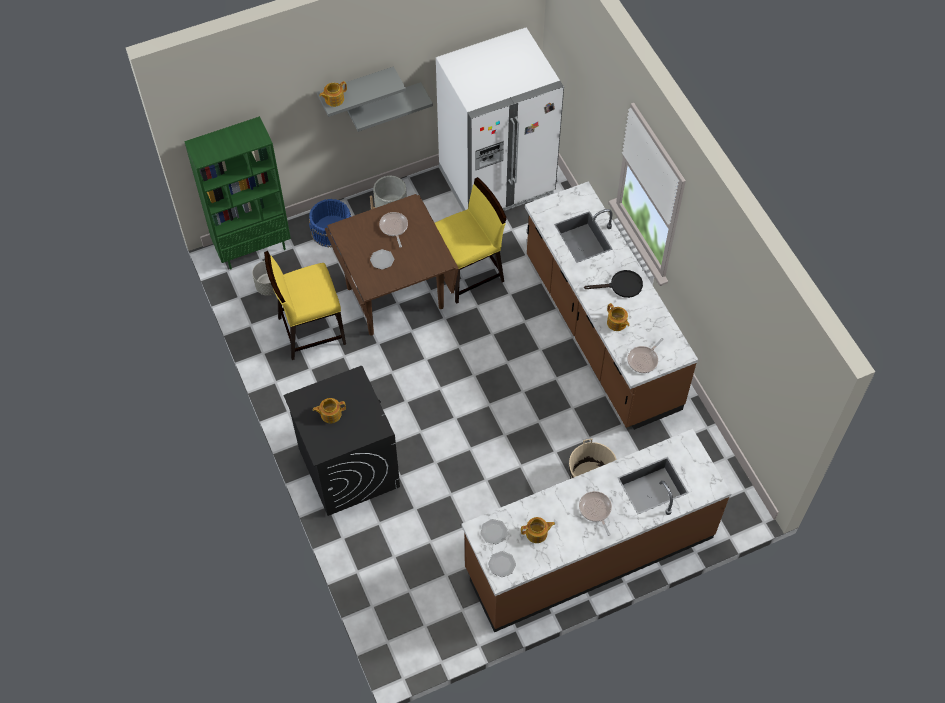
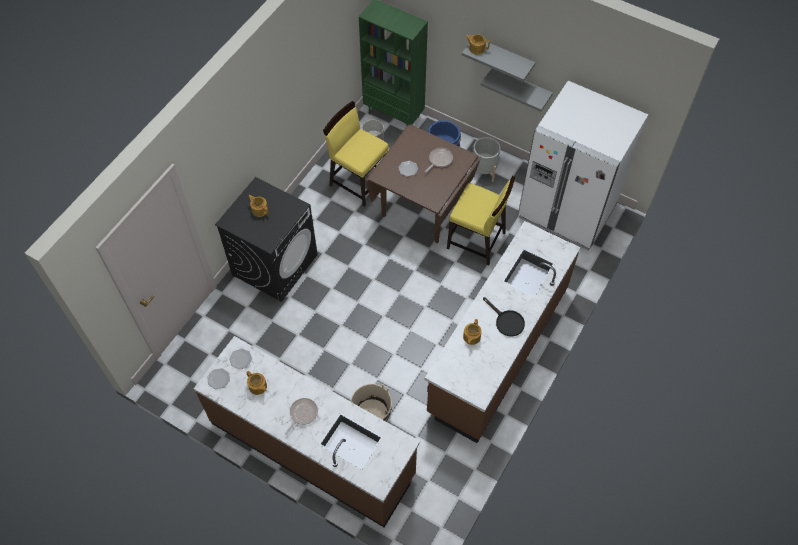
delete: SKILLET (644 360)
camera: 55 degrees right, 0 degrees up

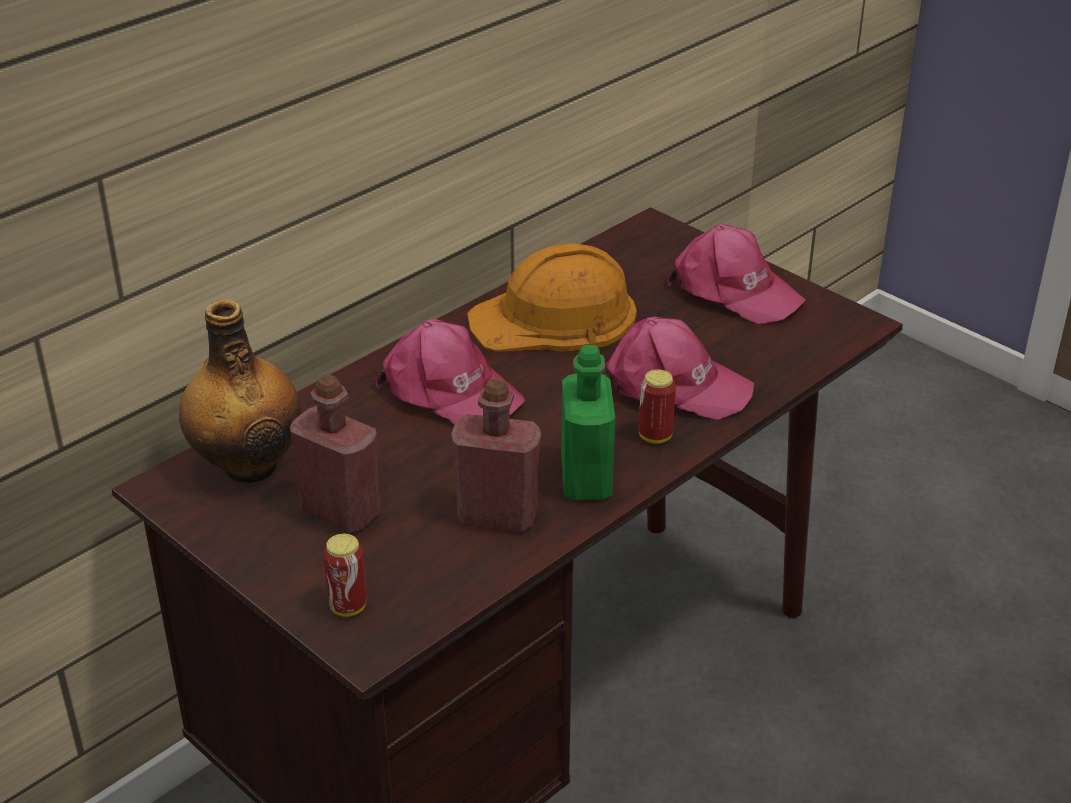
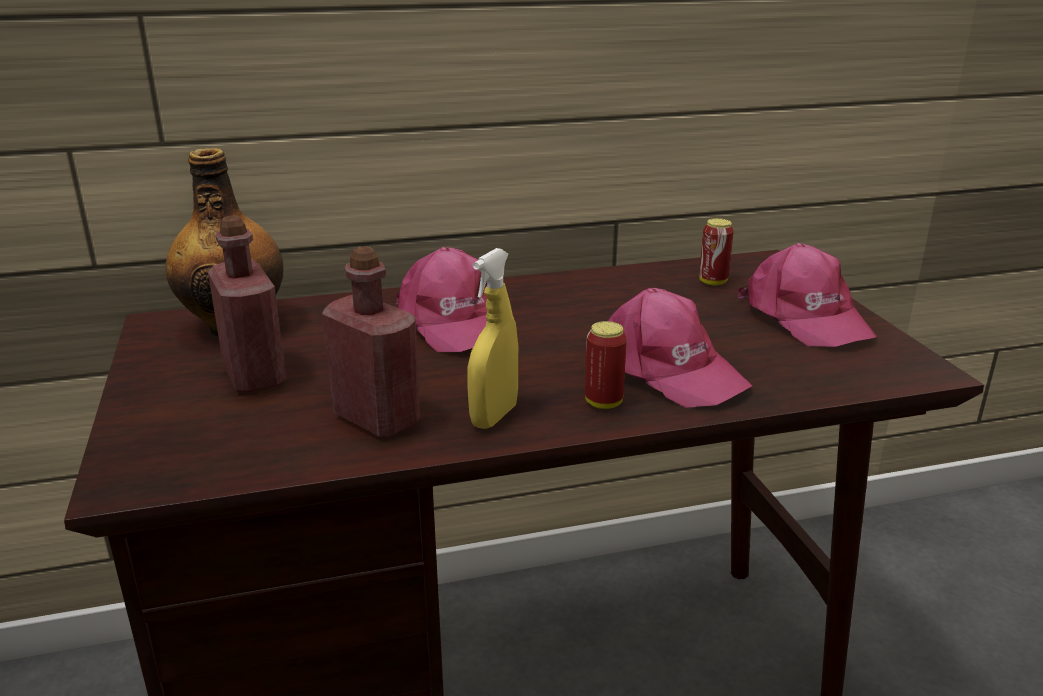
delete: ORANGEY WORK HELMET (555 317)
move: METAL CAN (348 606) to (713 282)
replace: GREEN BOTTLE (586 479) to YELLOWISH SPRAYER (494 416)
camera: 30 degrees right, 10 degrees down

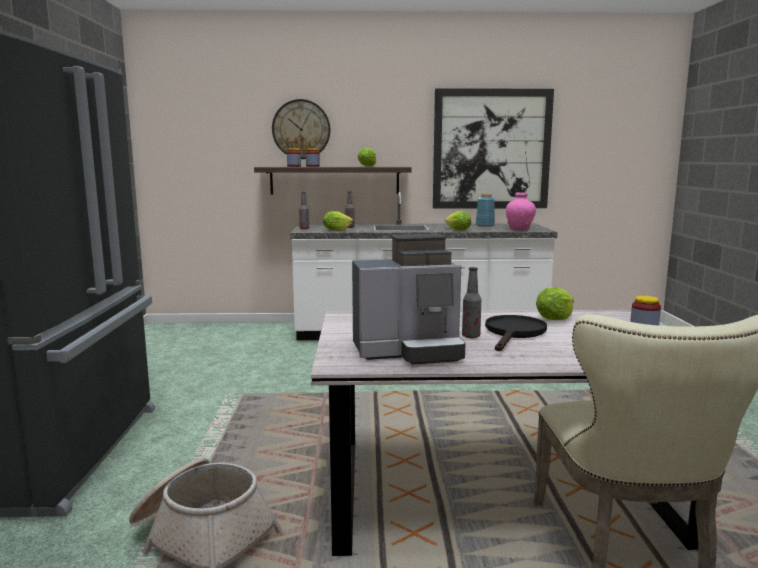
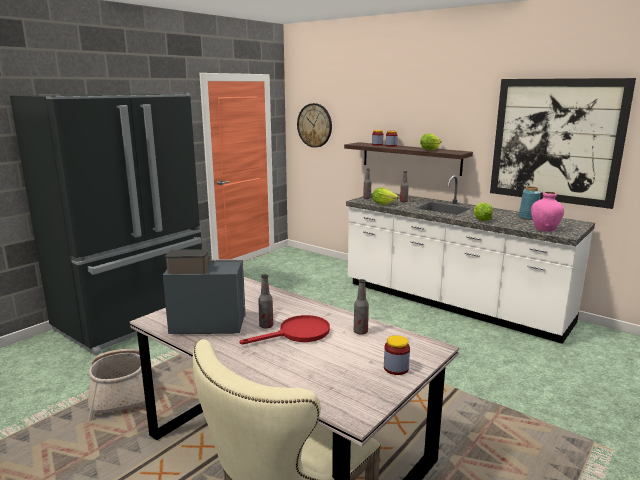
move: WALL CLOCK (301 129) to (314 125)
replace: LETTUCE (554 319) to BOTTLE (360 332)
recolor: BLACK-COLOURED SKILLET (514 333) to RED SKILLET (298 334)
rotate: COFFEE BREWER (409 351) = (205 324) 150 degrees clockwise
camera: 40 degrees right, 5 degrees up

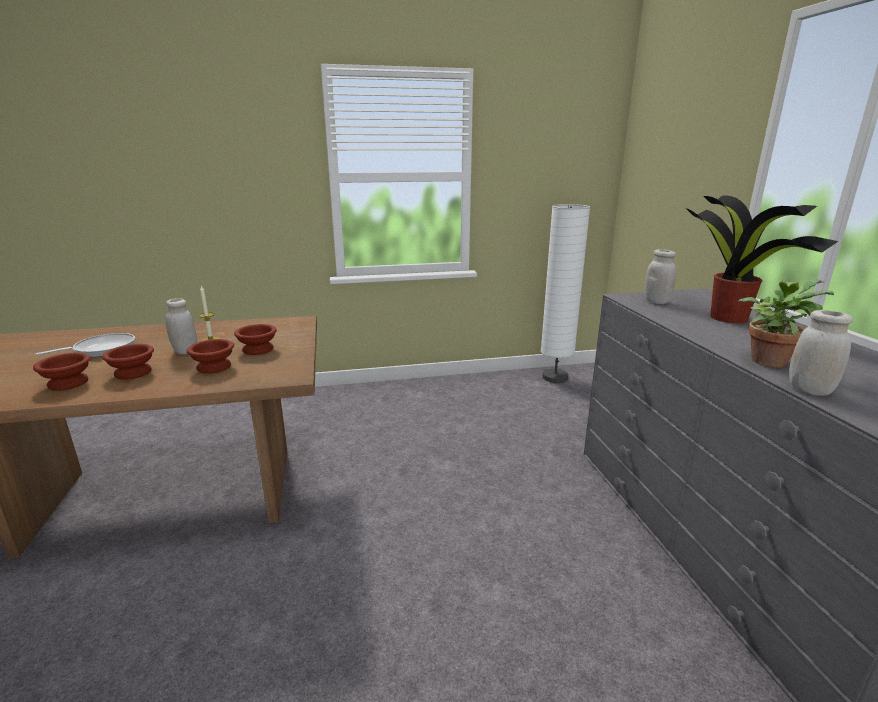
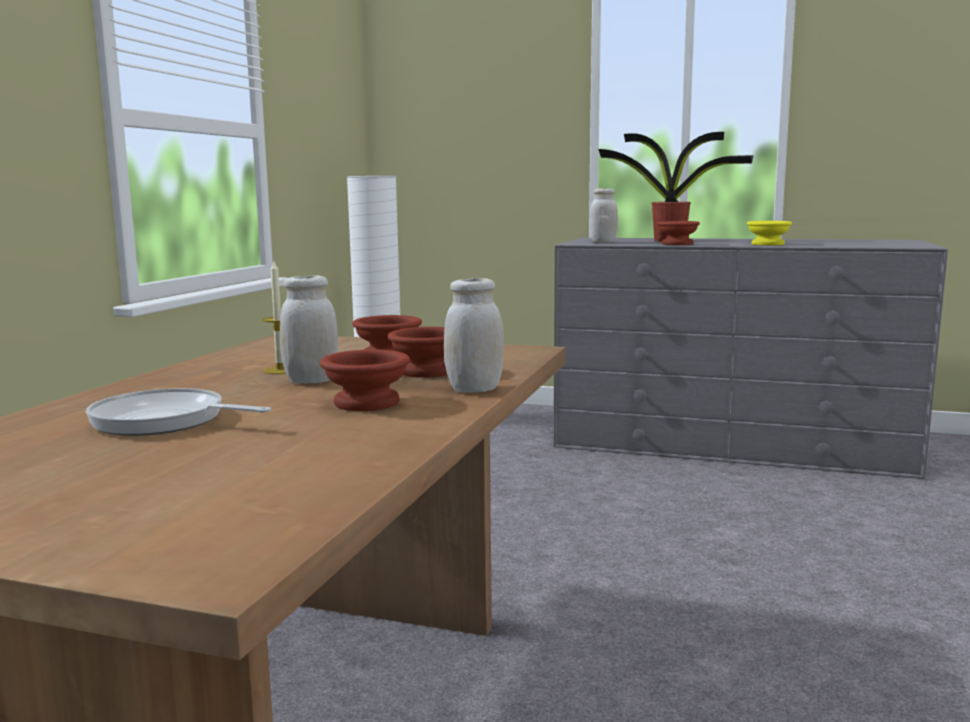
move: WHITE-COLOURED STORAGE JAR (809 390) to (474 389); BROWN BOWL (66 383) to (677 244)
replace: PLANT IN A POT (769 360) to YELLOWISH BOWL (768 244)
rotate: SKILLET (101 349) = (165 421) 60 degrees counterclockwise
camera: 60 degrees left, 10 degrees down

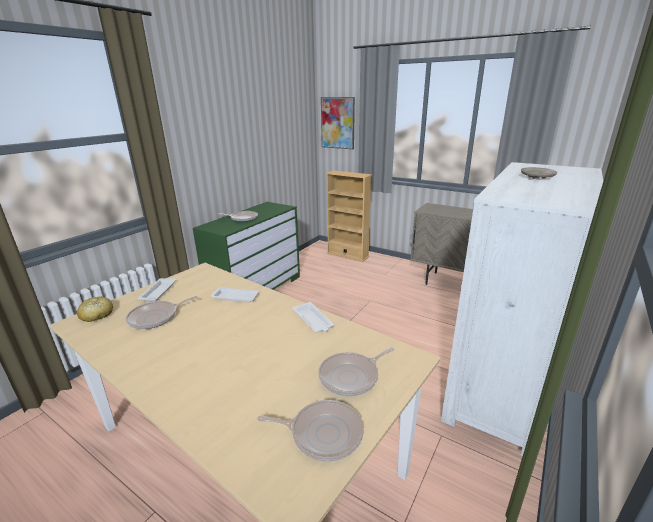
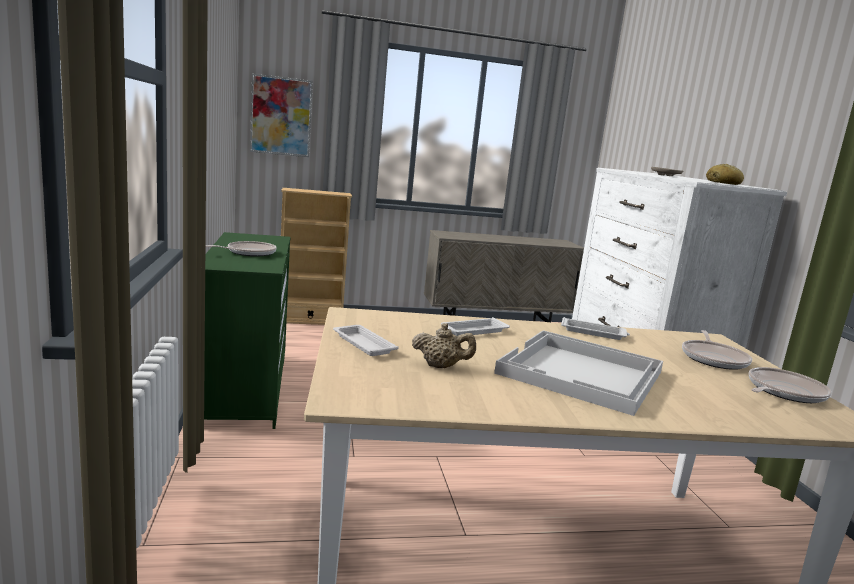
insert: WHITE-COLOURED CARRYING TRAY (581 373)
move: BAKERY BREAD (97 315) to (723 183)
replace: SKILLET (156 317) to SAND-COLOURED TEA POT (441 366)
camera: 45 degrees left, 10 degrees down

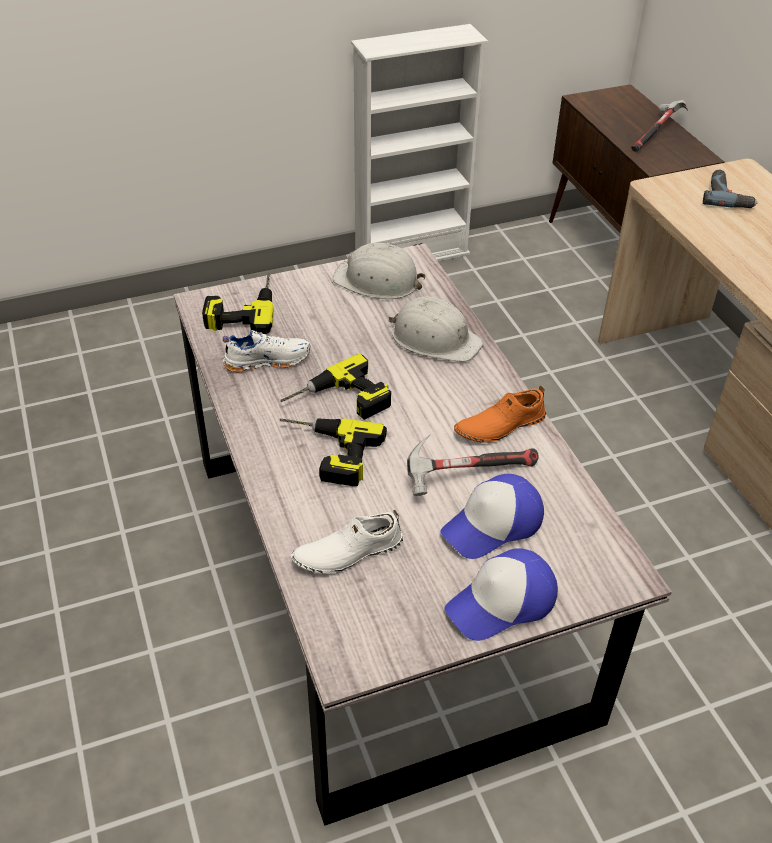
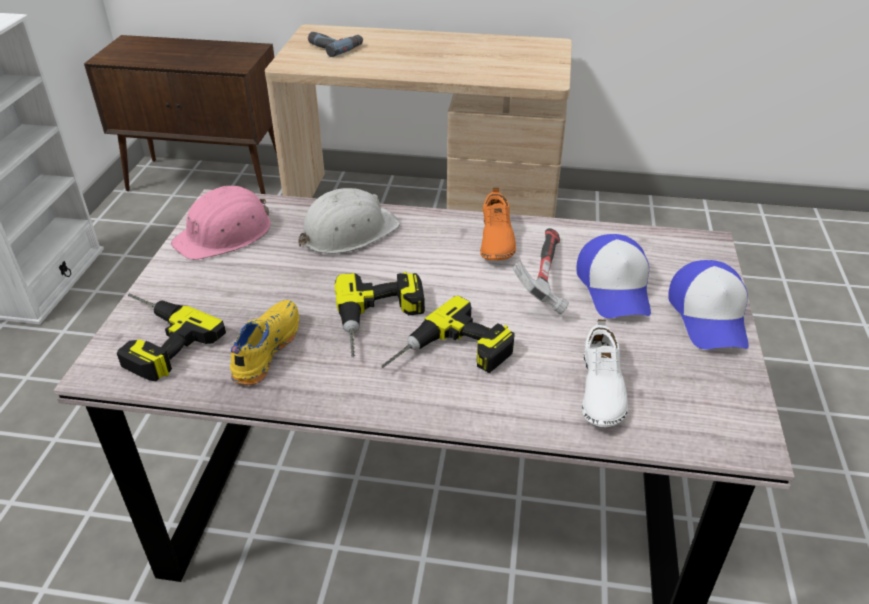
delete: TOOL HAMMER (656 134)
recolor: WHITE-COLOURED WORK HELMET (377 281) to PINKISH WORK HELMET (225 234); WHITE-COLOURED LOW SHOE (267 360) to YELLOWISH LOW SHOE (265 350)
camera: 60 degrees left, 5 degrees down

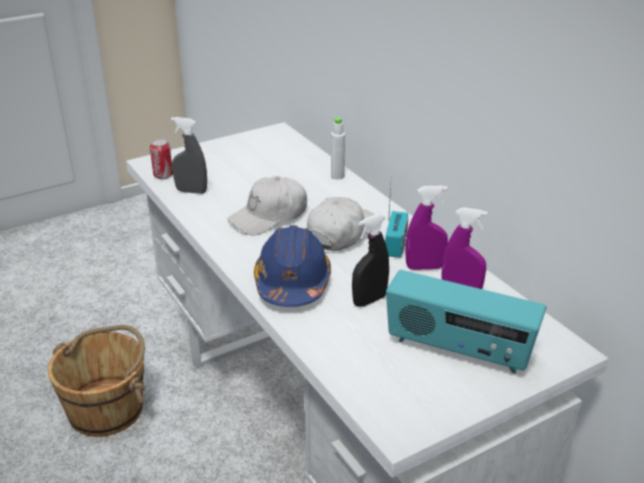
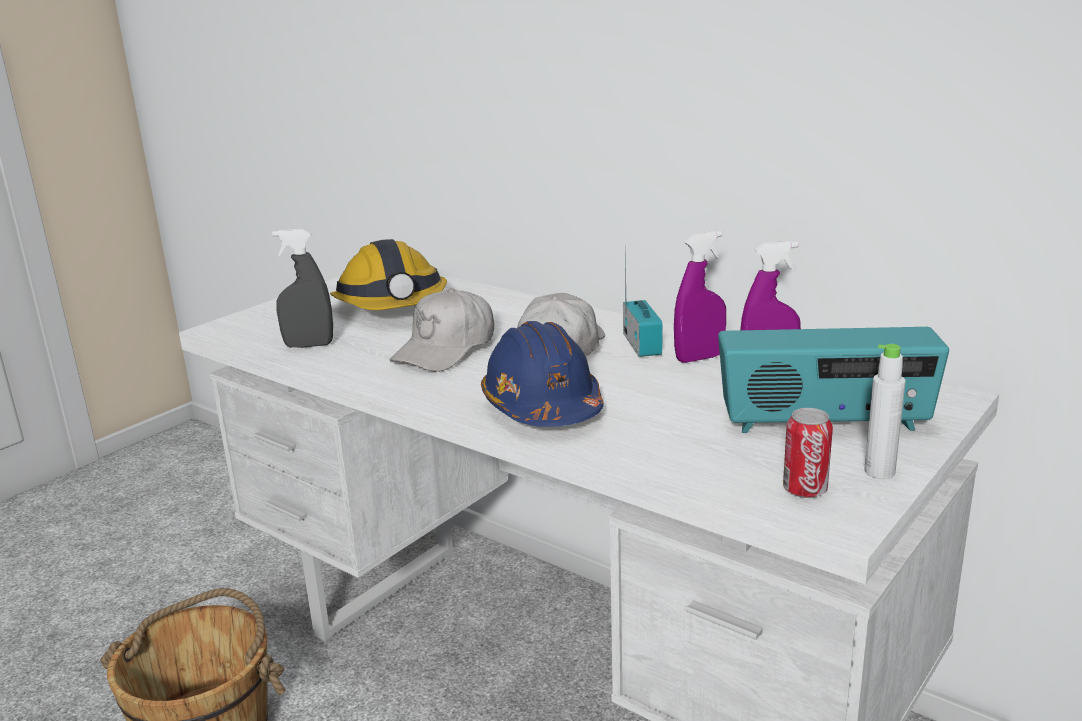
delete: BLACK-COLOURED SPRAYER (369 300)
insert: WORK HELMET (393 306)
move: WHITE-COLOURED BOTTLE (337 176) to (879 472); METAL CAN (163 176) to (805 490)
camera: 20 degrees left, 10 degrees down

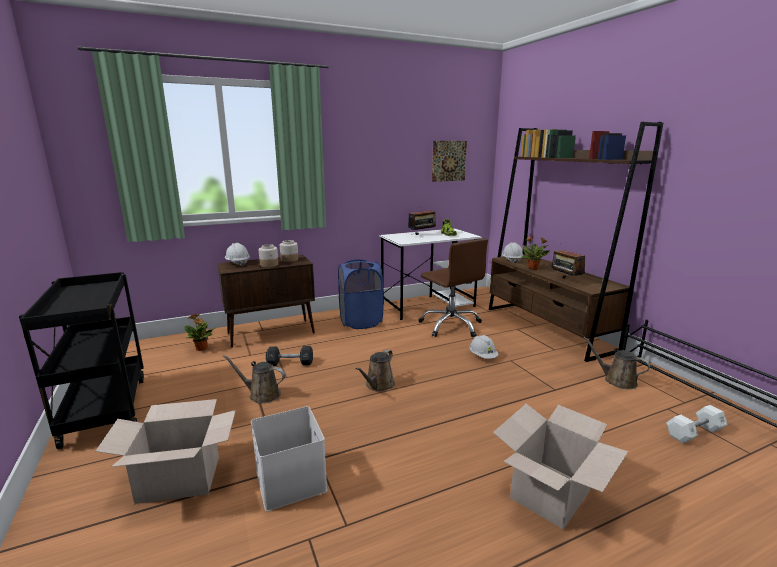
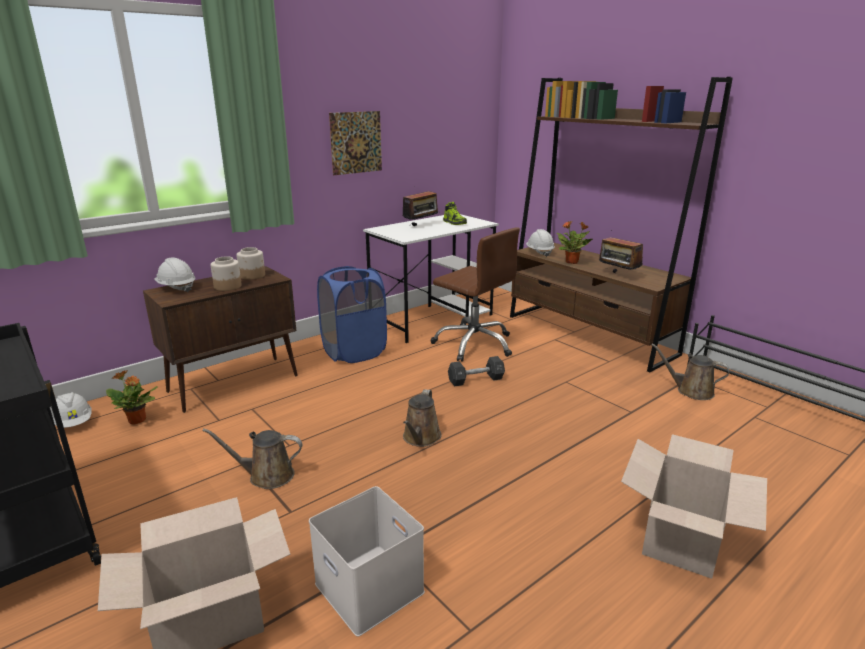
delete: WHITE-COLOURED DUMBBELL (694 433)
move: WALL PICTURE (449 161) to (356 142); WHITE-COLOURED WORK HELMET (483 356) to (74 423); BLACK-COLOURED DUMBBELL (290 363) to (476 380)
camera: 15 degrees left, 5 degrees up

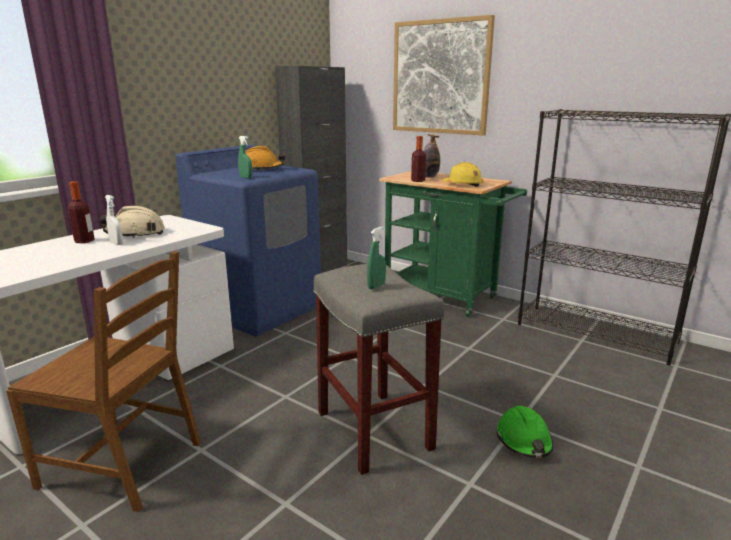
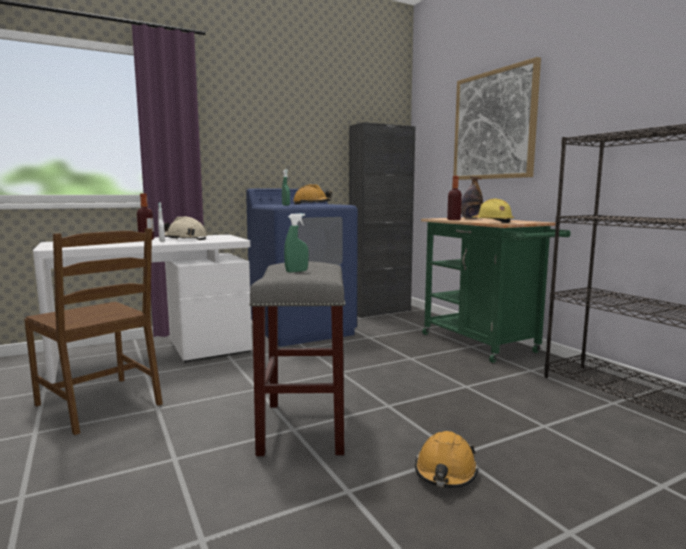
recolor: GREEN WORK HELMET (524 441) to ORANGEY WORK HELMET (445 472)
camera: 25 degrees right, 10 degrees down

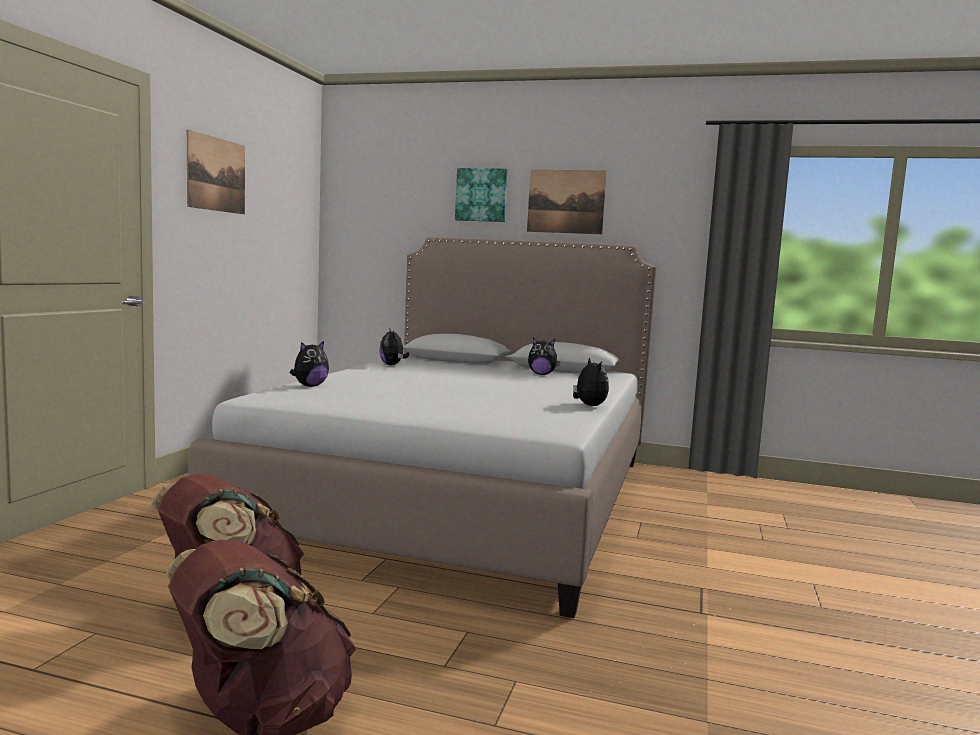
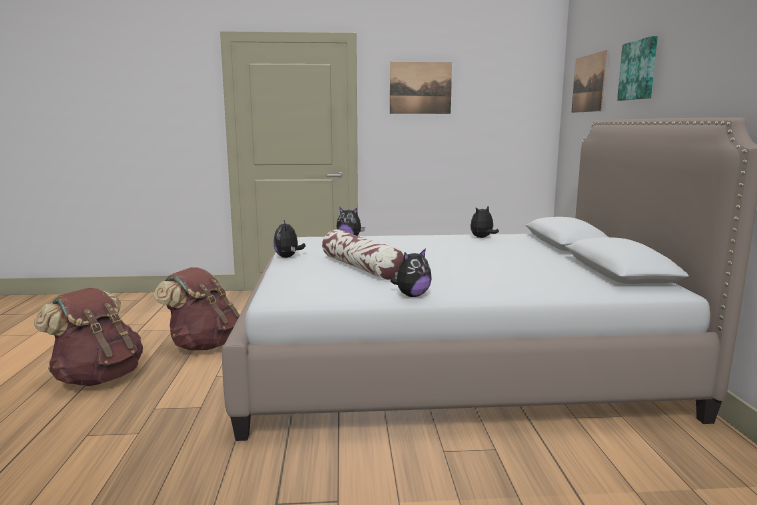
insert: CUSHION (361 268)
move: WALL PICTURE (566 201) to (588 83); SOFT TOY (542 374) to (288 257)
camera: 70 degrees right, 5 degrees up

